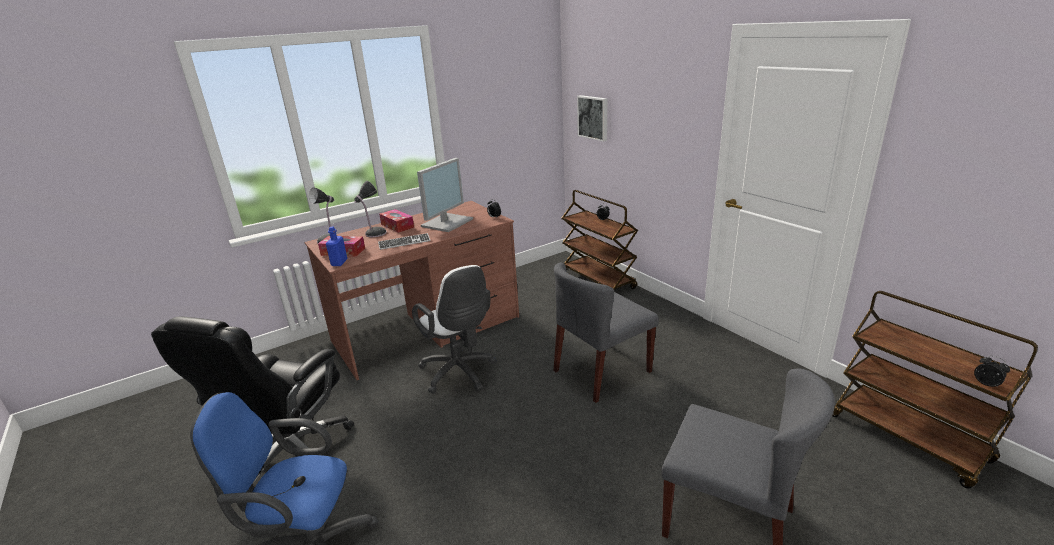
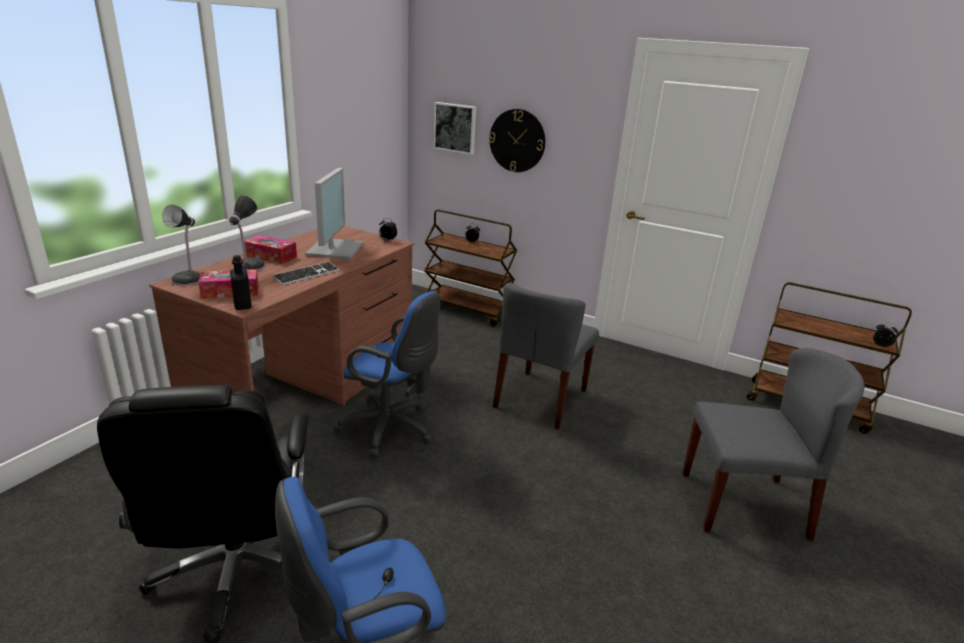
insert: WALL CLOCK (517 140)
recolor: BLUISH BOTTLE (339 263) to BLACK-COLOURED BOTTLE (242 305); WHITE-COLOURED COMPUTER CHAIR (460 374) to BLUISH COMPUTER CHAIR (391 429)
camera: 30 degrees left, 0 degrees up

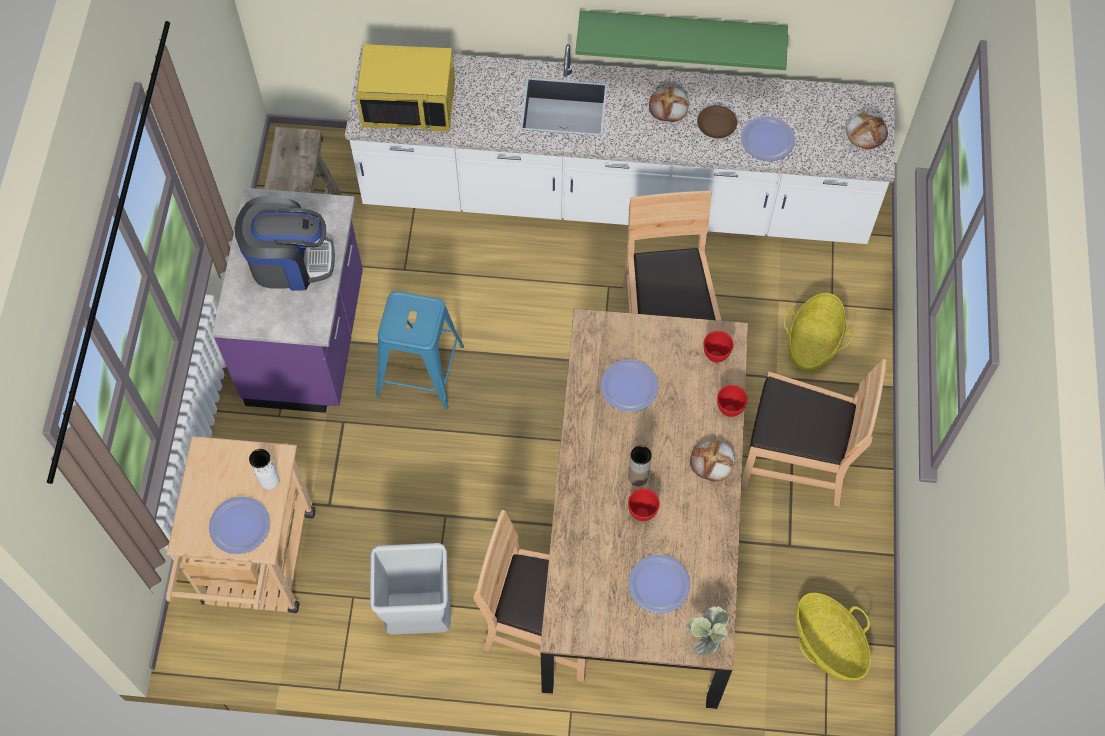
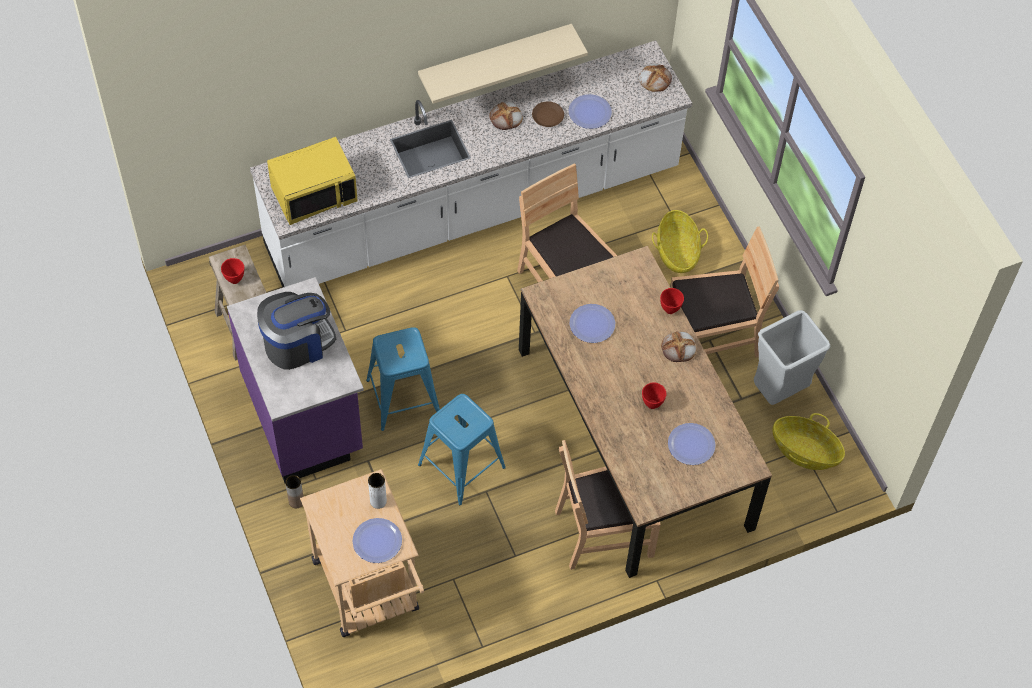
delete: PLANT IN A POT (704 642)
insert: BLUISH SITTING STOOL (462 466)
move: RED BOWL (716 356) to (235 279); BROWN DECORATIVE VASE (638 477) to (296 501); GREYISH TRASH CAN (420 618) to (780 391)
recolor: GREEN BRACKET SHELF (681 32) to SAND-COLOURED BRACKET SHELF (495 58)
camera: 30 degrees left, 5 degrees down

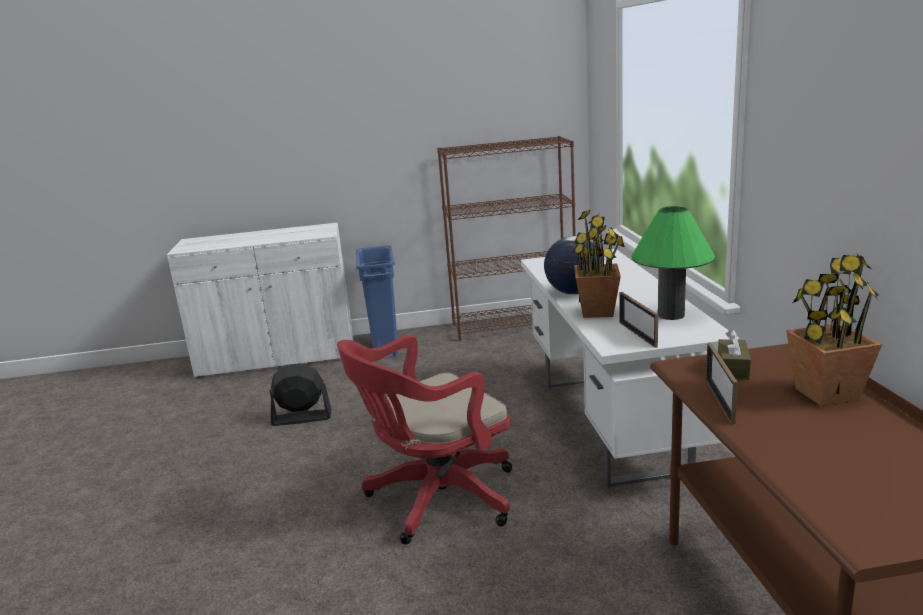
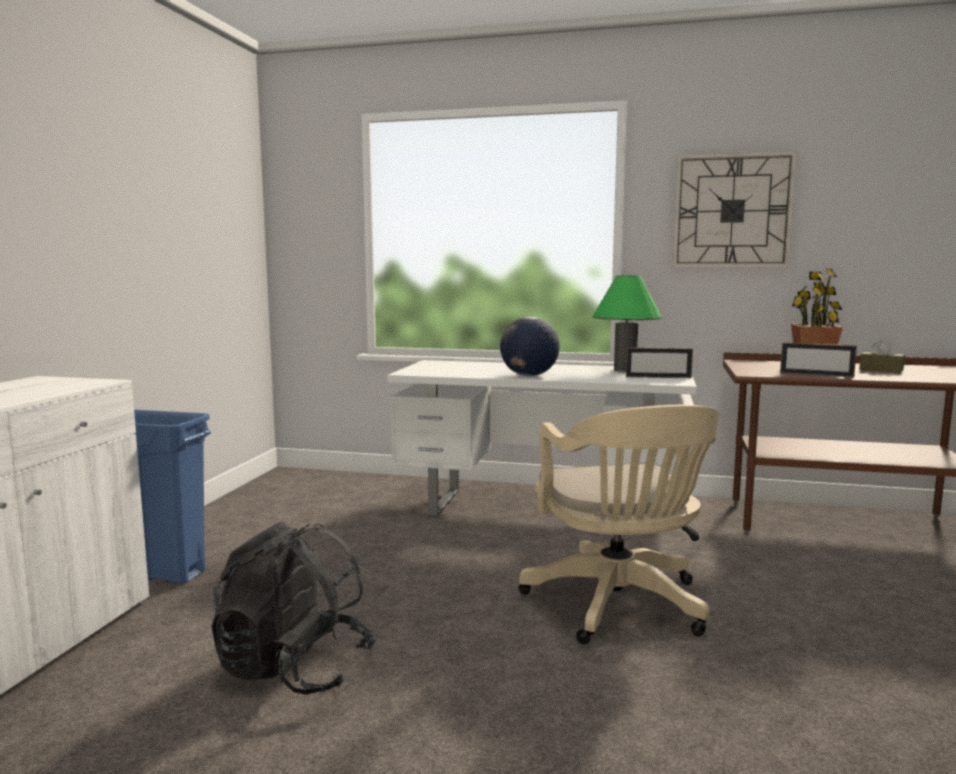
delete: BROWN BOOKCASE (514 324); PLANT IN A POT (597 312)
insert: WALL CLOCK (732 211)
move: BROWN TISSUE BOX (733 368) to (881 370)
replace: BLACK-COLOURED COOLING FAN (301 418) to BLACK-COLOURED KNAPSACK (294 669)
recolor: RED COMPUTER CHAIR (435 500) to SAND-COLOURED COMPUTER CHAIR (619 607)
camera: 70 degrees left, 10 degrees down

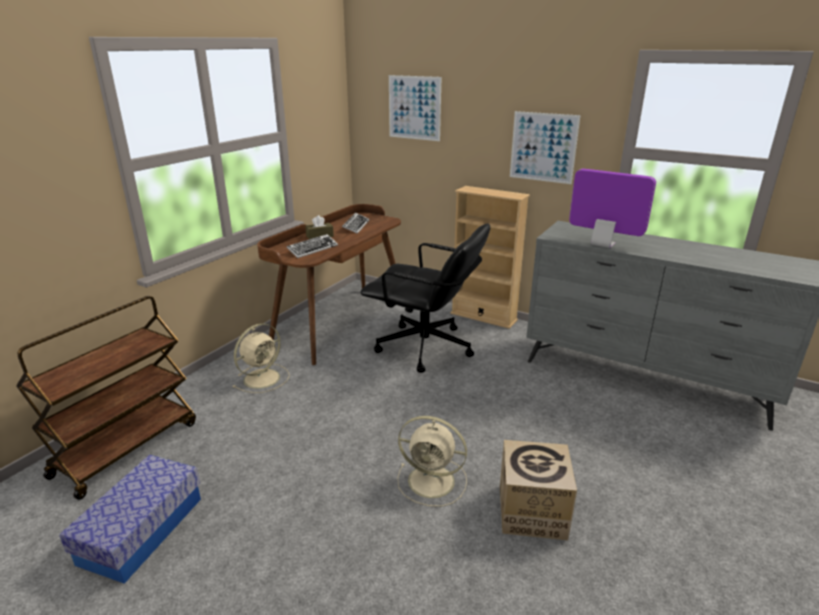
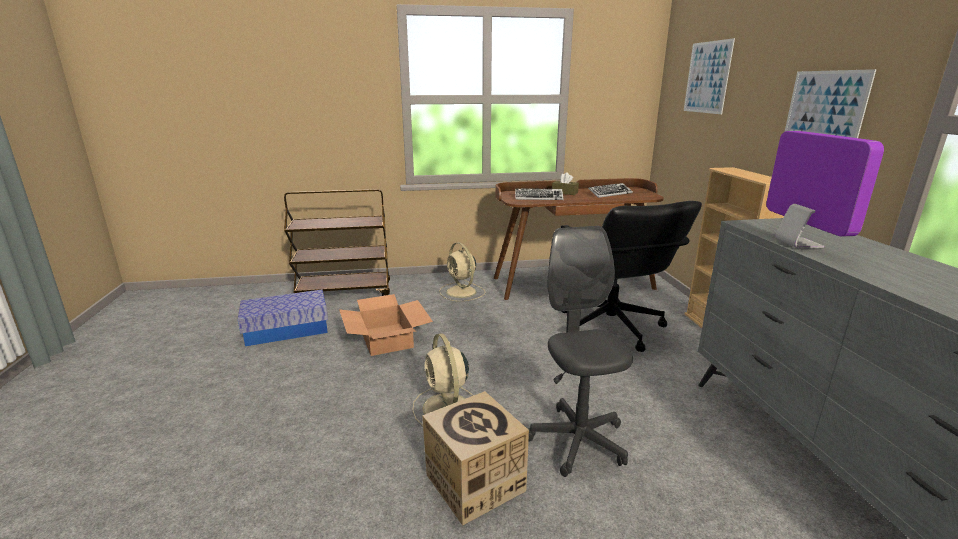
insert: GREYISH COMPUTER CHAIR (577 441); CARTON (386 339)
rotate: SAND-COLOURED COOLING FAN (263 378) = (462 292) 60 degrees clockwise
camera: 50 degrees right, 5 degrees down

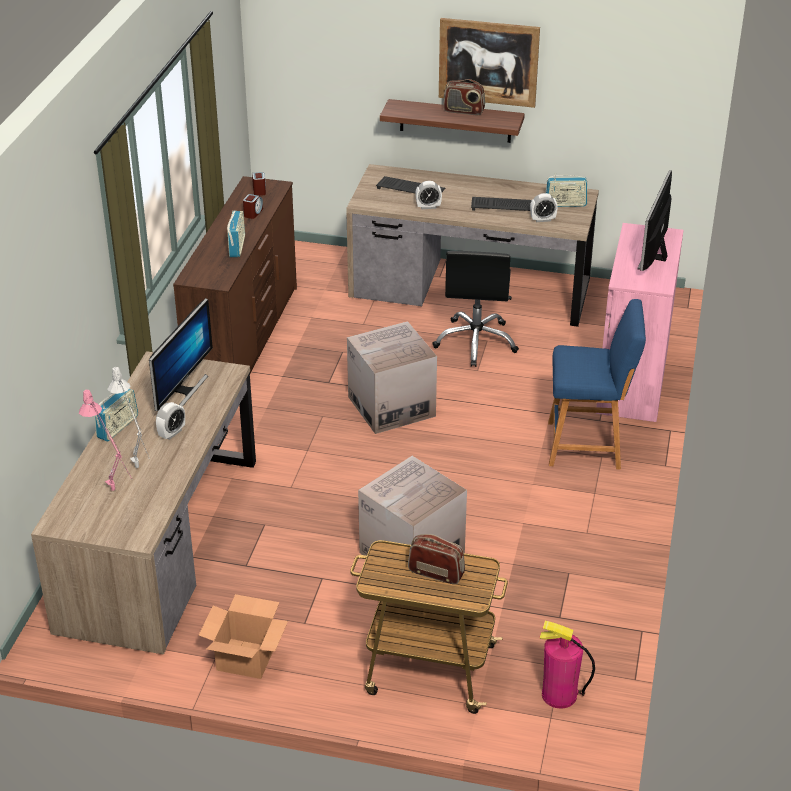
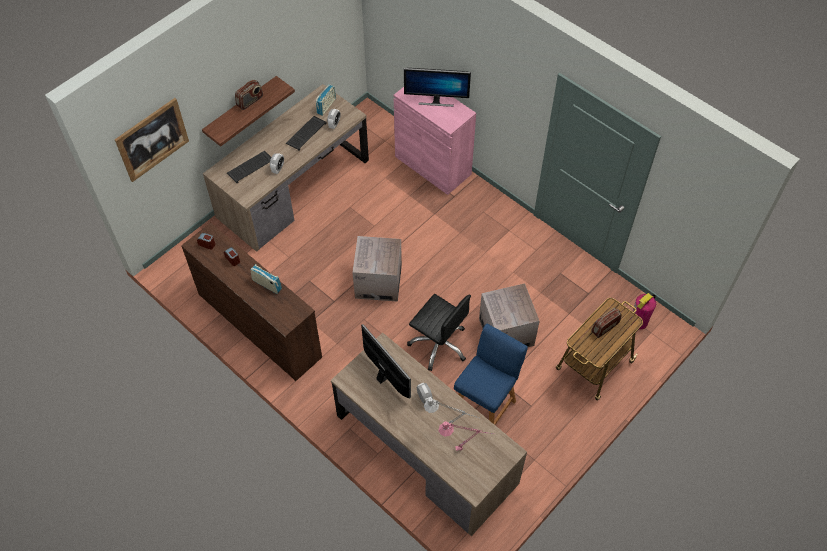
delete: RADIO SET (118 427); CARTON (244 658)
move: WALL PICTURE (488 62) to (152 139); BLACK-COLOURED COMPUTER CHAIR (476 342) to (439 344); BLUISH SITTING STOOL (589 445) to (485 404)
rotate: COMPUTER SCREEN (653 256) = (436 100) 45 degrees counterclockwise
camera: 60 degrees left, 20 degrees up

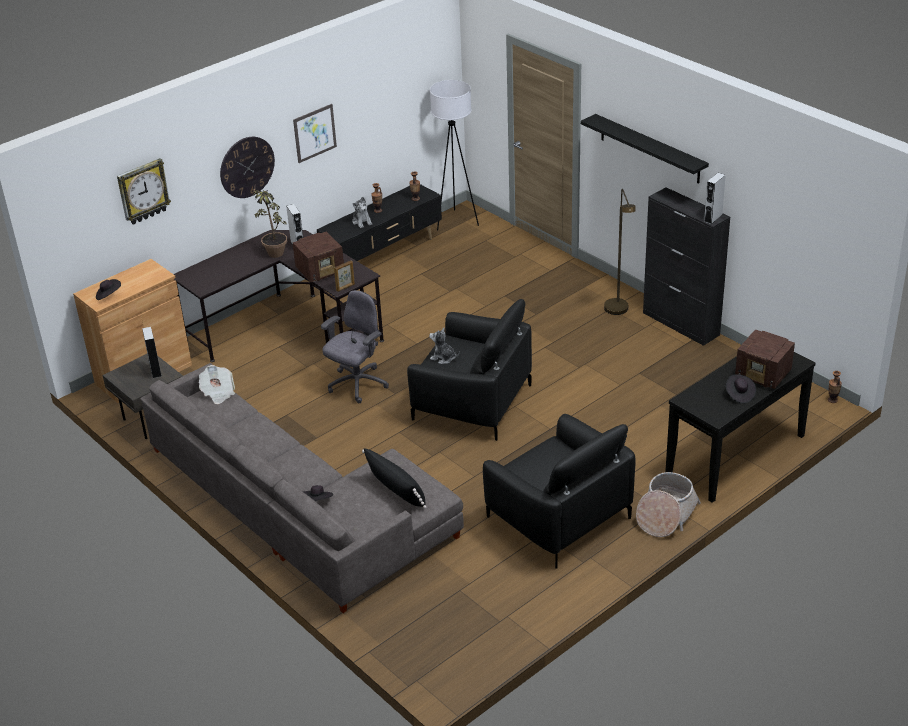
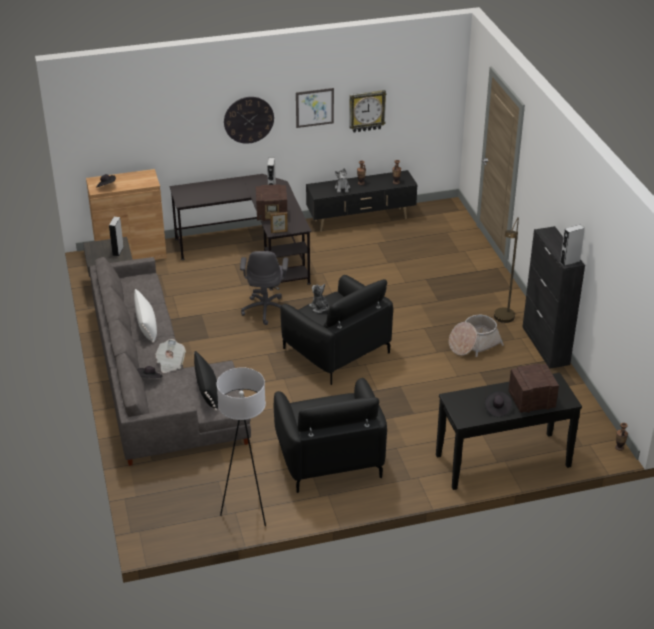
delete: BLACK-COLOURED BRACKET SHELF (649 149); PLANT IN A POT (273 250)
insert: WHITE-COLOURED CUSHION (146 325)
move: WHITE-COLOURED STANDARD LAMP (456 222) to (247 511); WALL CLOCK (143 191) to (366 110); NEWSPAPER (218 392) to (170 363); STORAGE BASKET (665 515) to (473 344)
rotate: GREYISH COMPUTER CHAIR (357 385) = (266 309) 120 degrees clockwise; RADIO SET (763 375) = (530 401) 105 degrees clockwise
camera: 25 degrees right, 0 degrees up

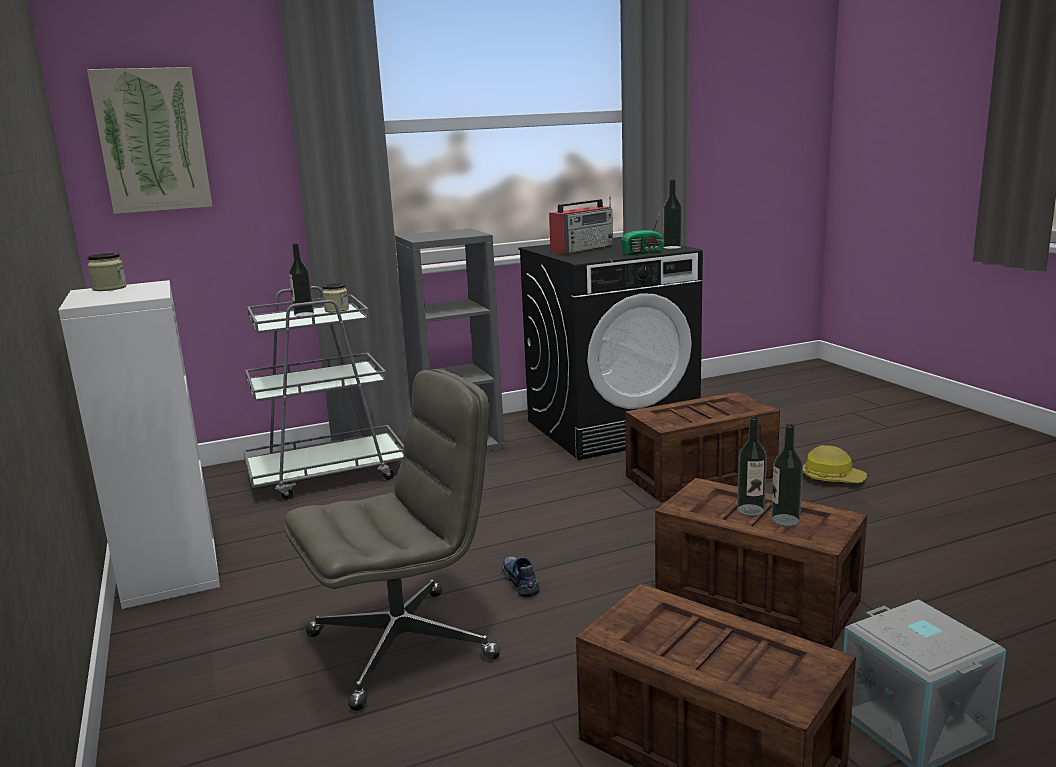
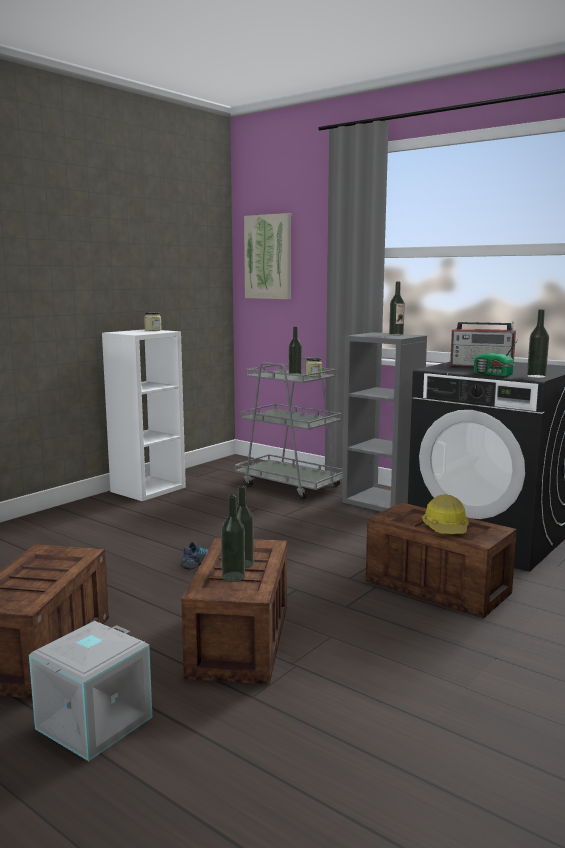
delete: GREYISH COMPUTER CHAIR (403 645)
insert: BOTTLE (396 334)
move: WORK HELMET (832 478) to (446 528)
camera: 60 degrees right, 5 degrees down

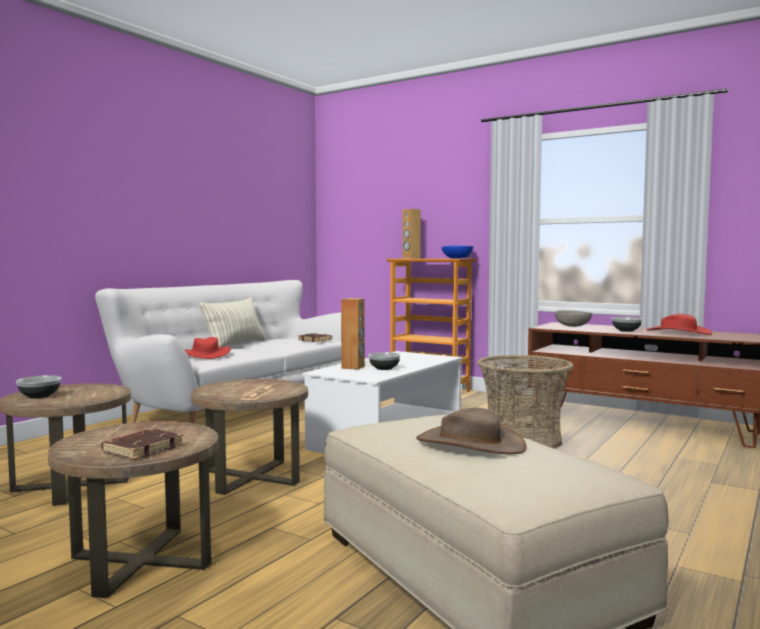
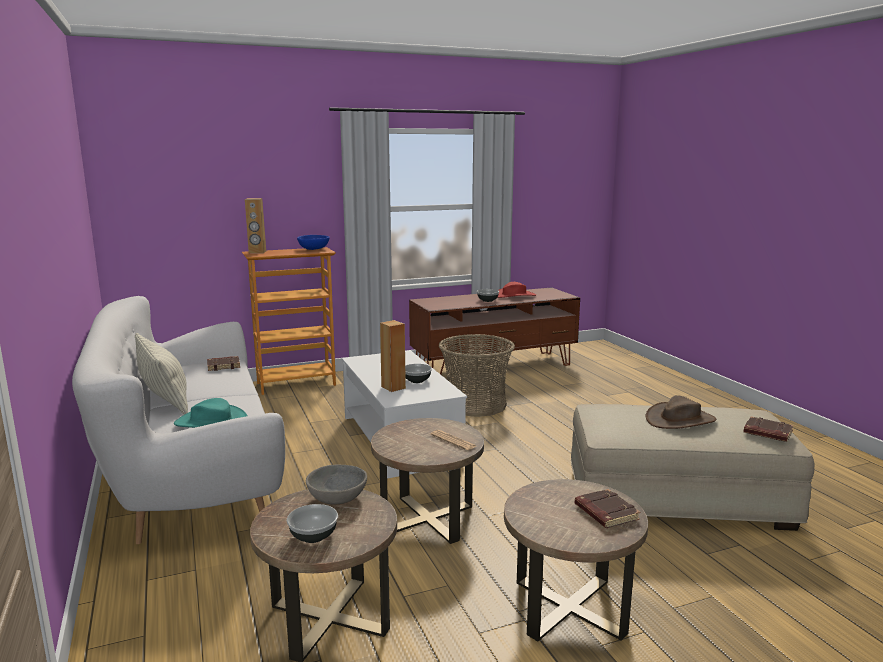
insert: BROWN VOLUME (767 433)
move: GREYISH BOWL (573 326) to (338 498)
recolor: RED CLOTHING HAT (205 354) to TURQUOISE CLOTHING HAT (211 422)
camera: 55 degrees left, 10 degrees up

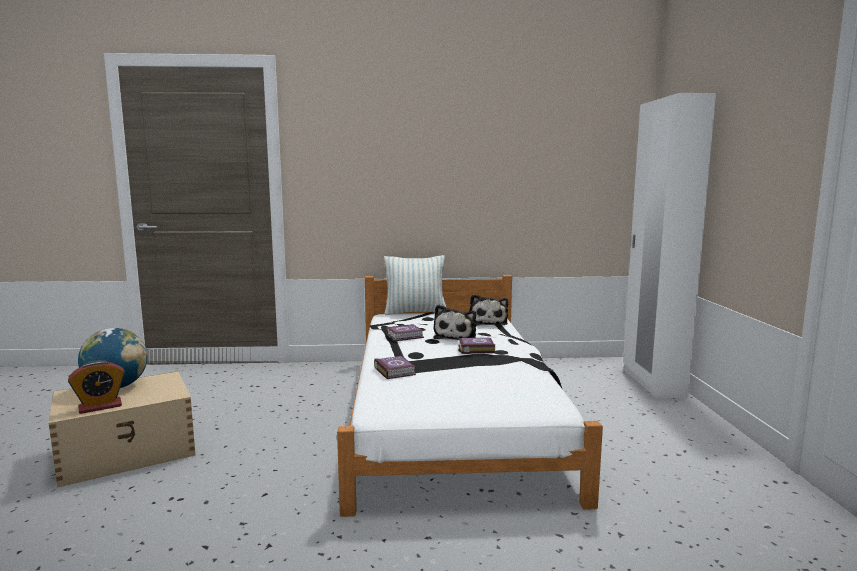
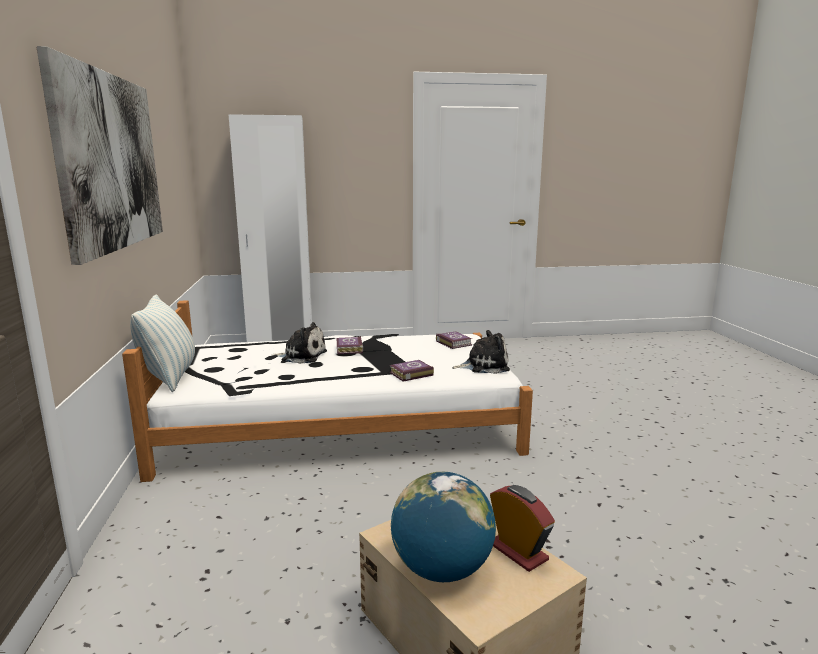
insert: WALL PICTURE (111 162)
move: SOFT TOY (487 322) to (484 366); VOLUME (406 336) to (453 343)
camera: 95 degrees left, 5 degrees up

